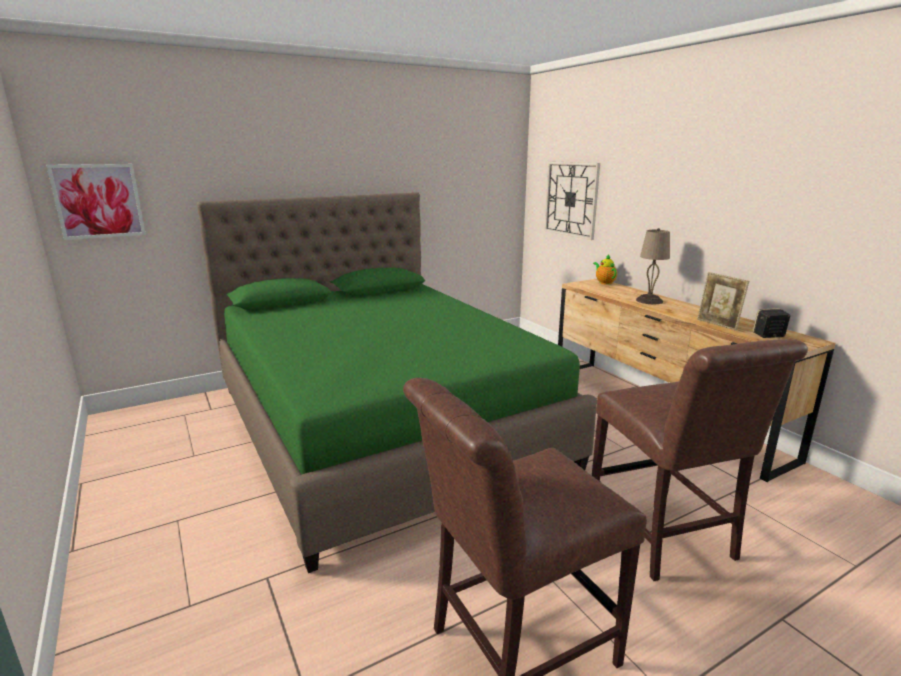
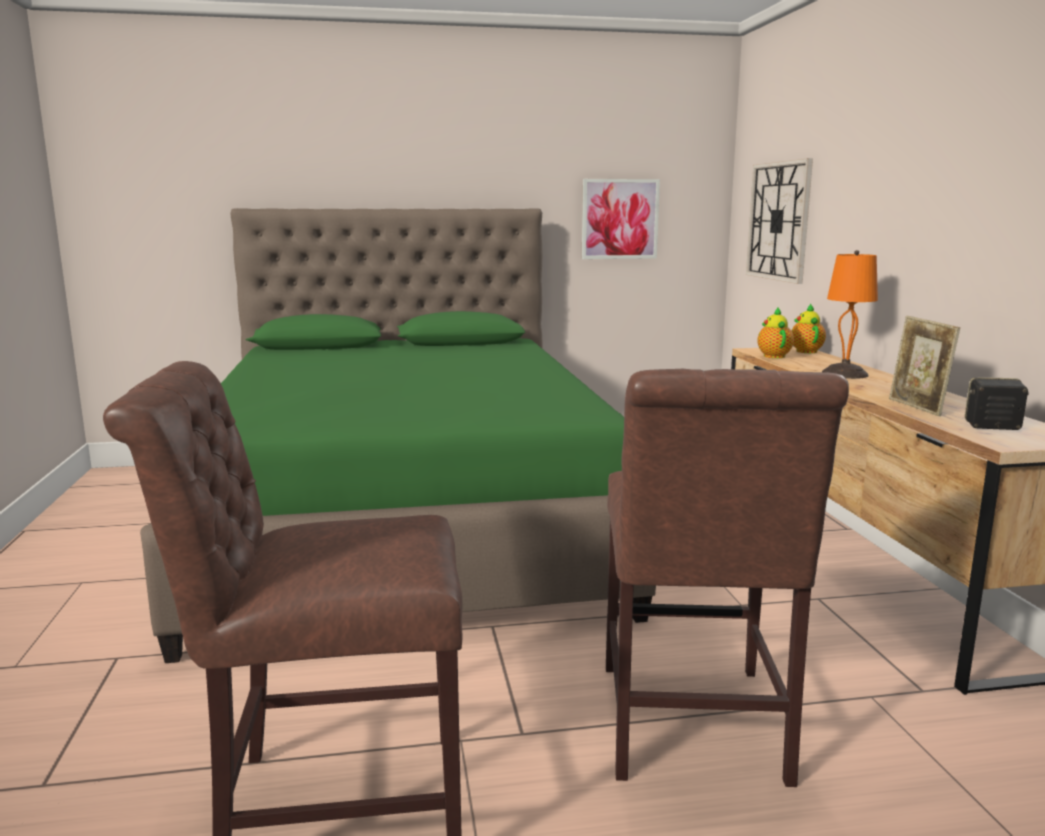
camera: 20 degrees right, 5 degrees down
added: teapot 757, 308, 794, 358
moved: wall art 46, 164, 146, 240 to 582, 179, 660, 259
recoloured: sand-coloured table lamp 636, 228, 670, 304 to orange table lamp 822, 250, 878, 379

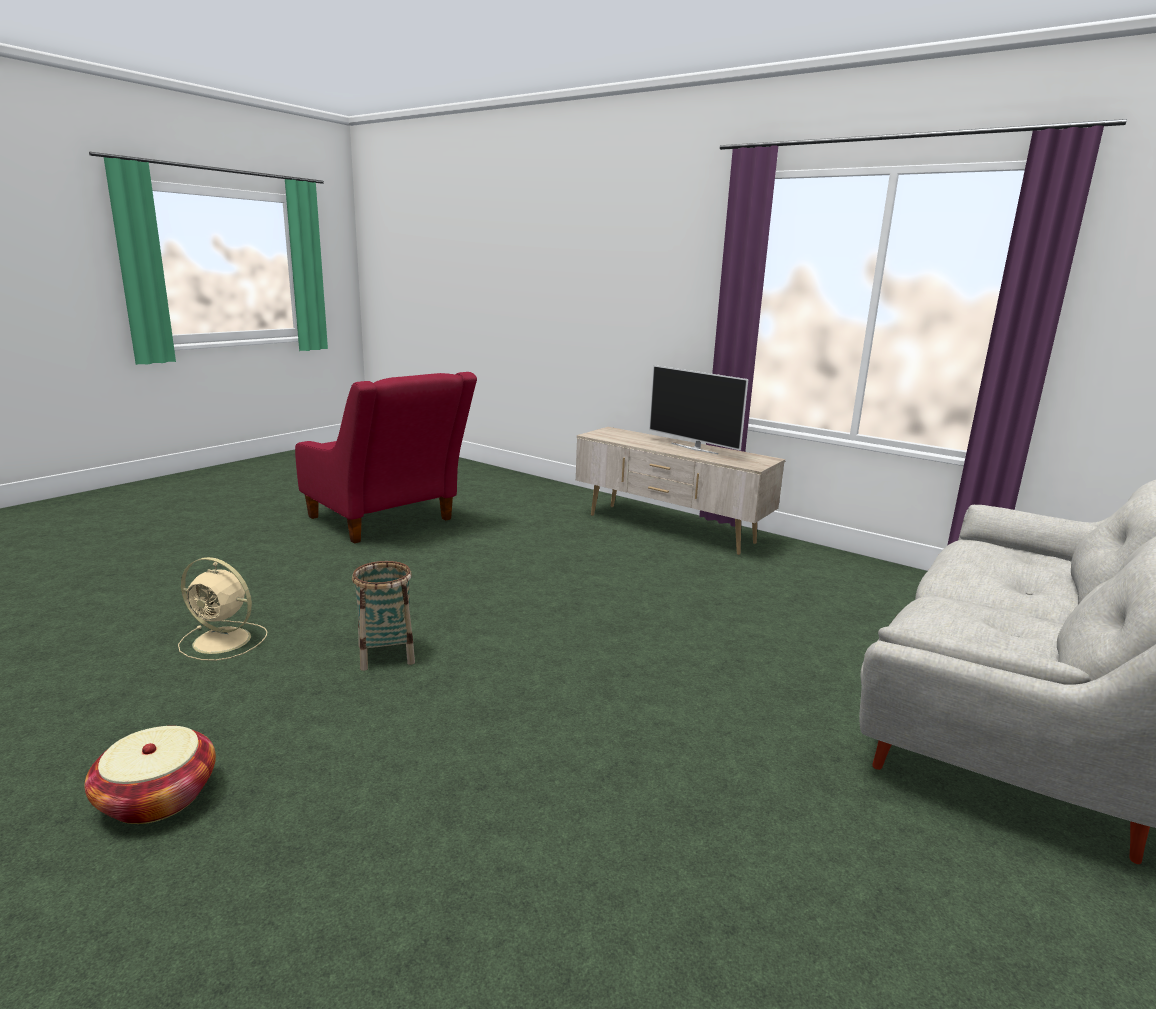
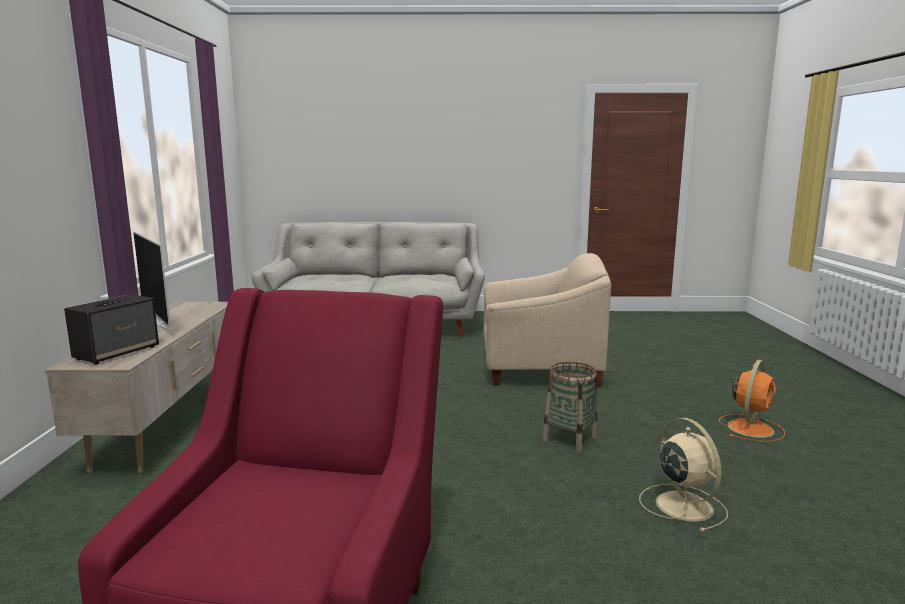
camera: 125 degrees left, 5 degrees down
added: audio speaker 64, 294, 159, 364; sand-coloured armchair 483, 253, 611, 387
replaced: storage basket 84, 726, 216, 824 to orange cooling fan 719, 360, 785, 442
turned: television 649, 365, 748, 454 = 133, 232, 170, 330 135 degrees clockwise

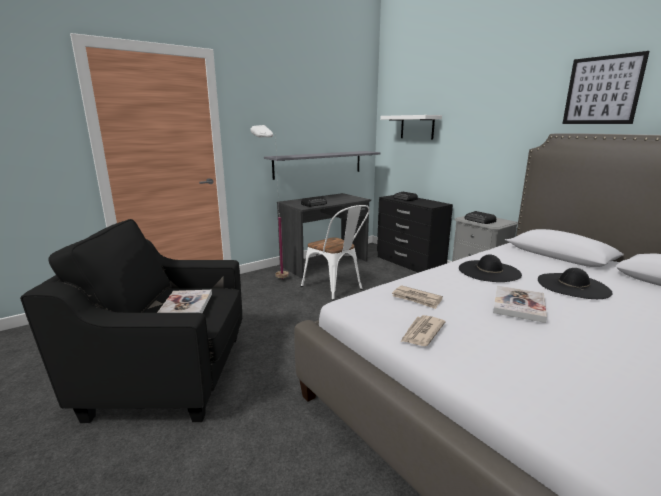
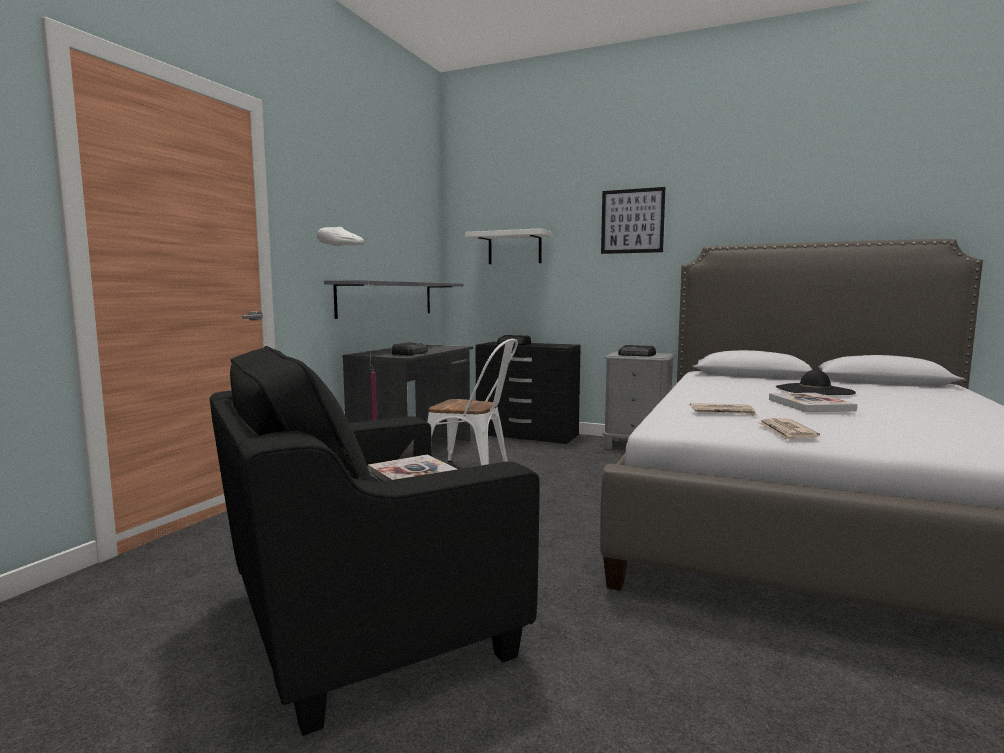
camera: 30 degrees left, 10 degrees down
removed: black hat 459, 254, 522, 282
moved: wall art 562, 51, 649, 124 to 601, 187, 665, 254

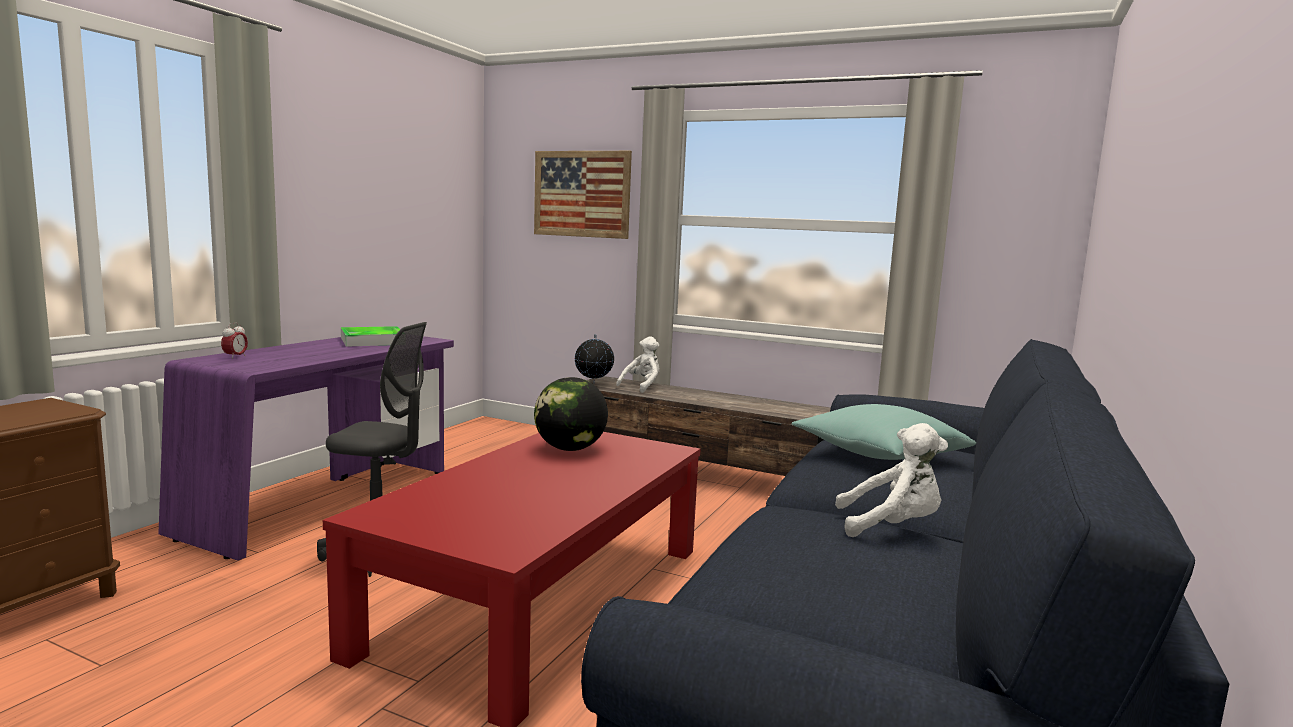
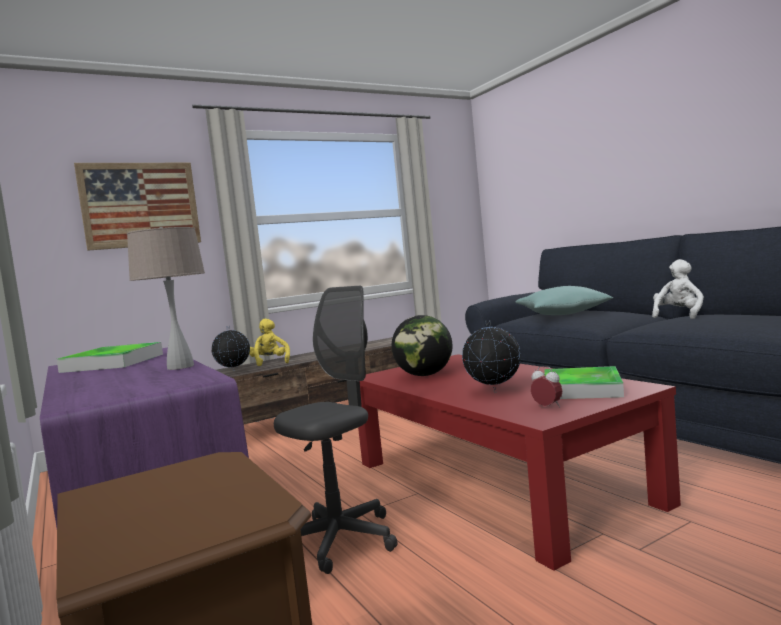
camera: 55 degrees left, 5 degrees down
added: sand-coloured table lamp 127, 227, 205, 370; globe 462, 320, 521, 391; carrying tray 544, 366, 624, 399
moved: bedside clock 221, 323, 248, 359 to 531, 366, 562, 407
recoloured: whitish cuddly toy 616, 336, 660, 393 to yellow cuddly toy 249, 318, 290, 366

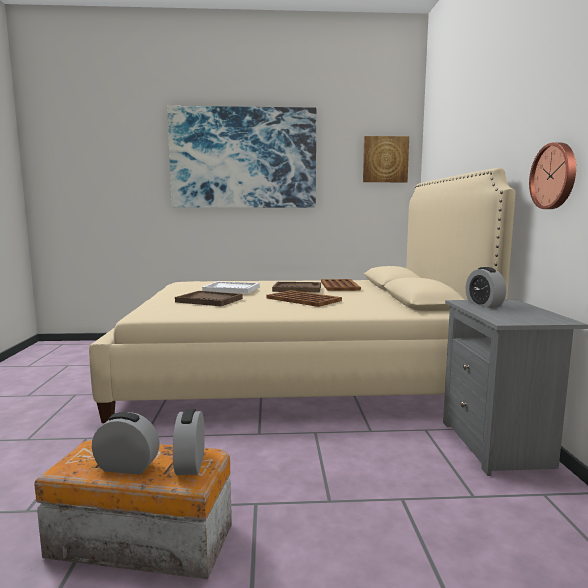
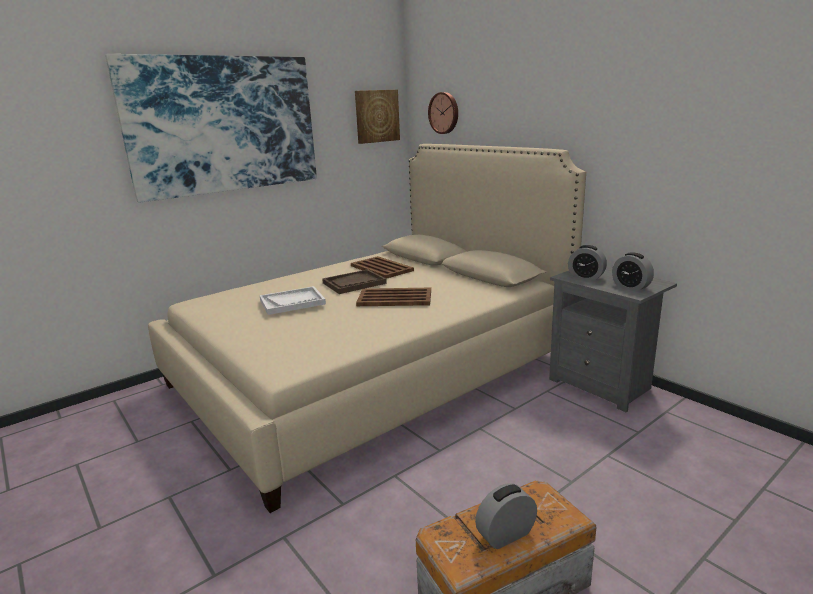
camera: 35 degrees left, 10 degrees up
removed: brown-coloured carrying tray 175, 291, 243, 306
moved: bedside clock 173, 409, 205, 475 to 612, 252, 654, 291; clock on the wall 529, 142, 576, 209 to 428, 92, 458, 134

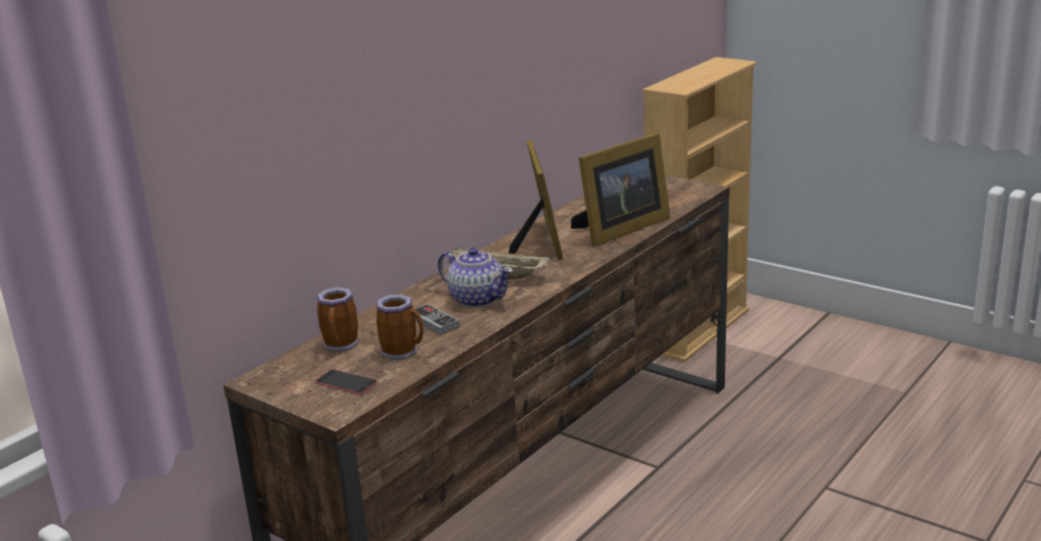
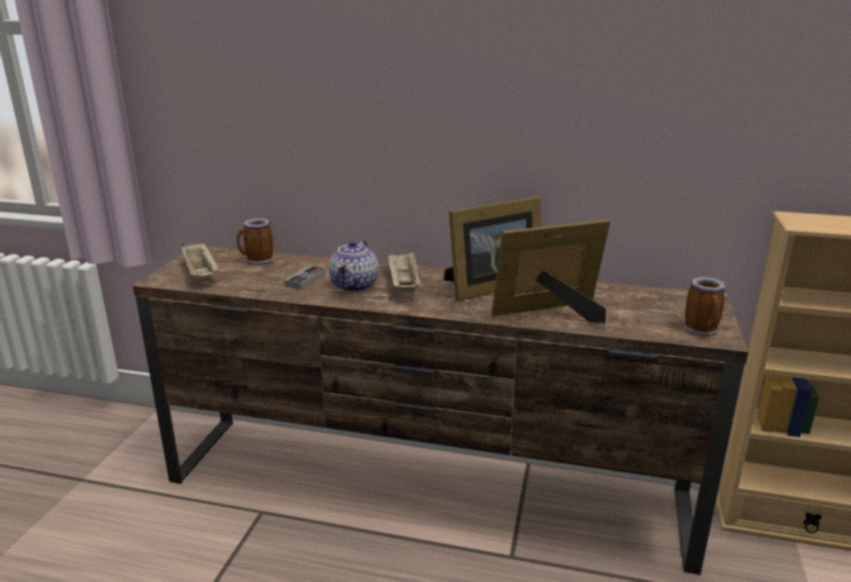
camera: 65 degrees right, 0 degrees up
moved: mug 376, 294, 423, 360 to 684, 277, 725, 336
replaced: phone 315, 369, 377, 395 to sand-coloured carrying tray 181, 242, 220, 276
turned: photo frame 571, 132, 670, 247 = 491, 220, 610, 323 135 degrees clockwise

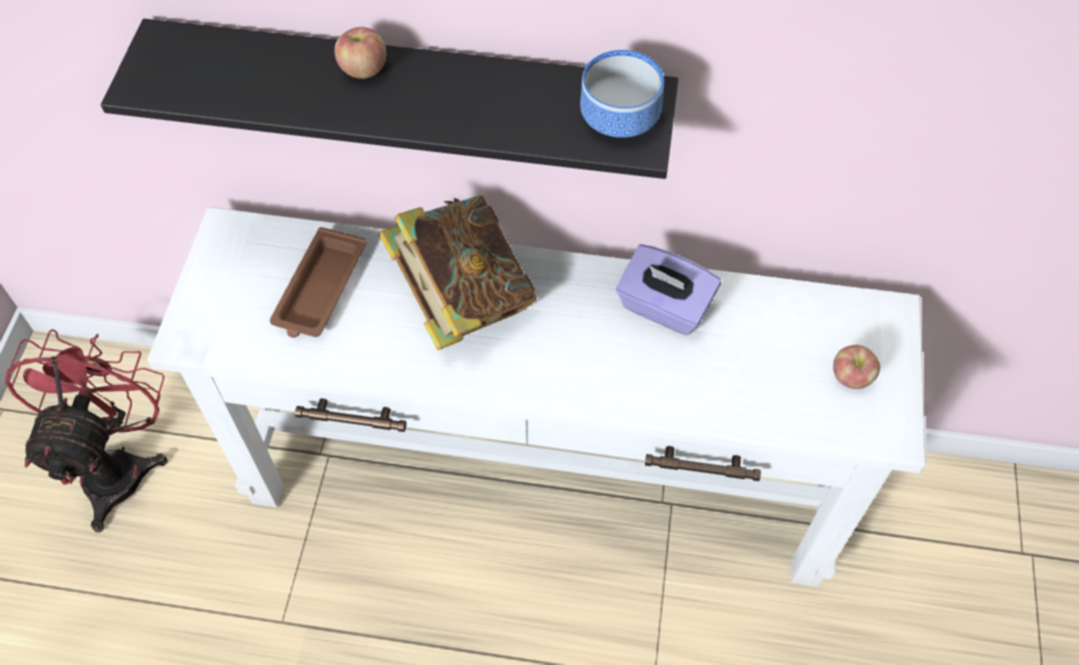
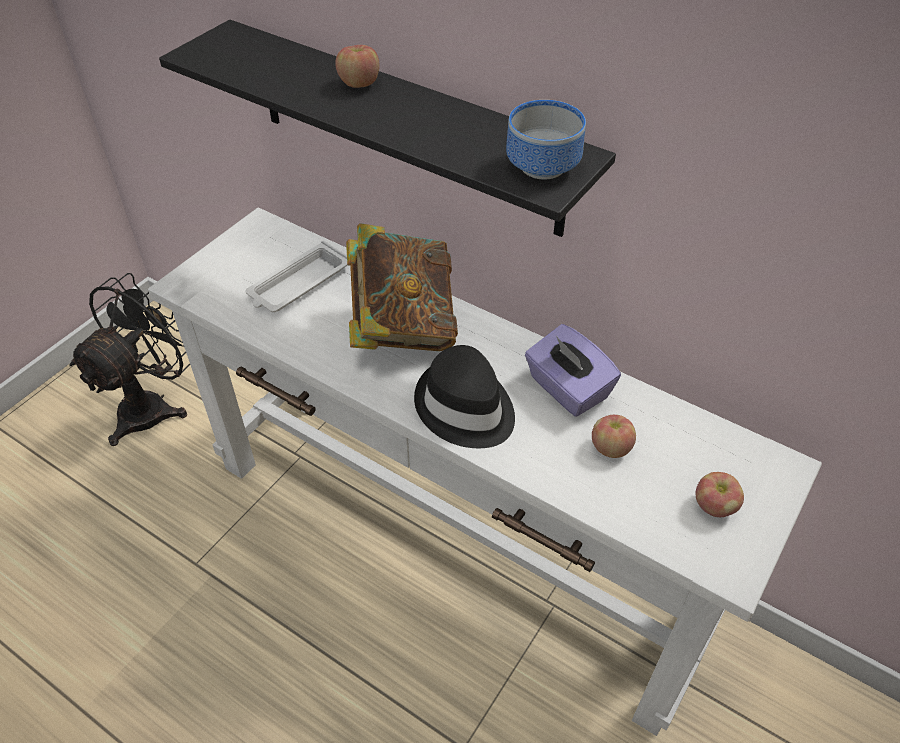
camera: 25 degrees right, 10 degrees down
added: black hat 414, 345, 515, 448; apple fruit 592, 415, 636, 458
recoloured: red-coloured cooling fan 5, 329, 168, 532 to black cooling fan 69, 273, 190, 446; brown-coloured carrying tray 270, 227, 366, 338 to whitish carrying tray 245, 241, 348, 312

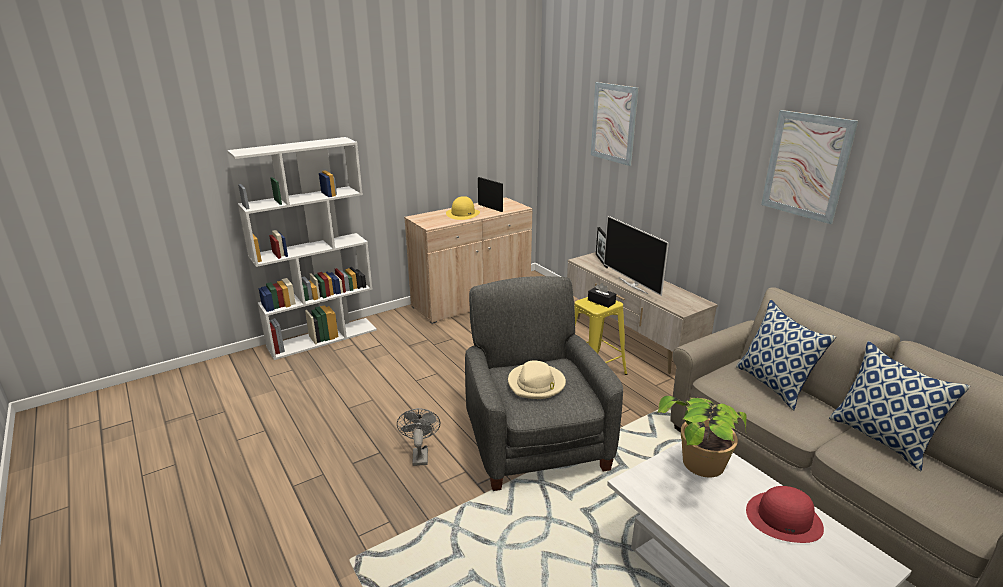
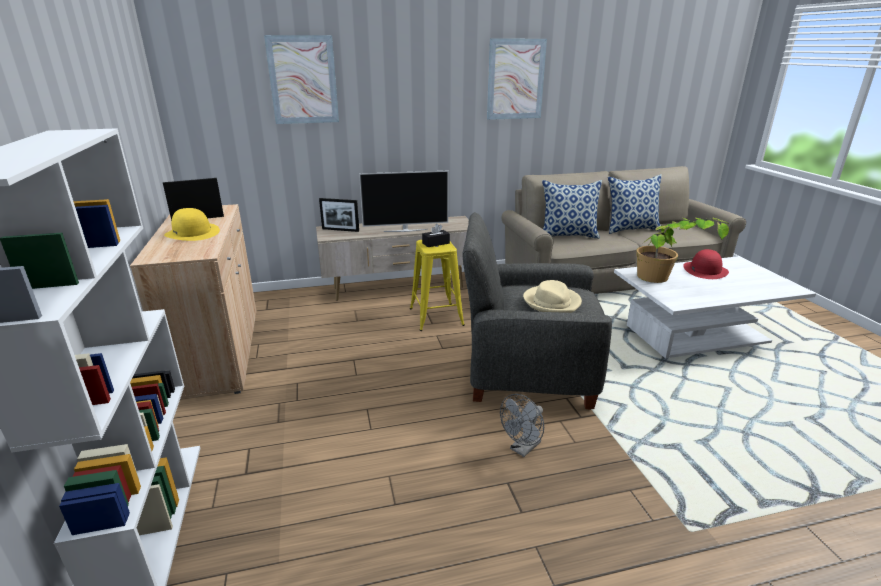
camera: 70 degrees left, 0 degrees up
turned: greyish cooling fan 397, 408, 440, 466 = 500, 394, 544, 457 60 degrees counterclockwise

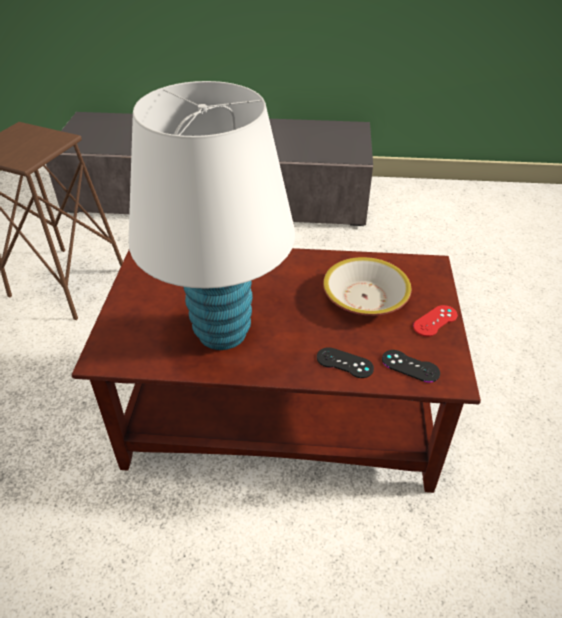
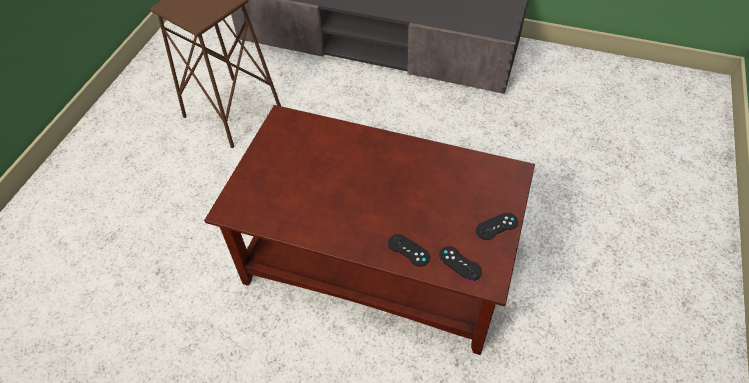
camera: 15 degrees right, 10 degrees up
removed: whitish table lamp 128, 81, 295, 350; deep dish 323, 257, 411, 316
recoloured: red-coloured gamepad 413, 305, 458, 337 to black gamepad 476, 213, 518, 240

